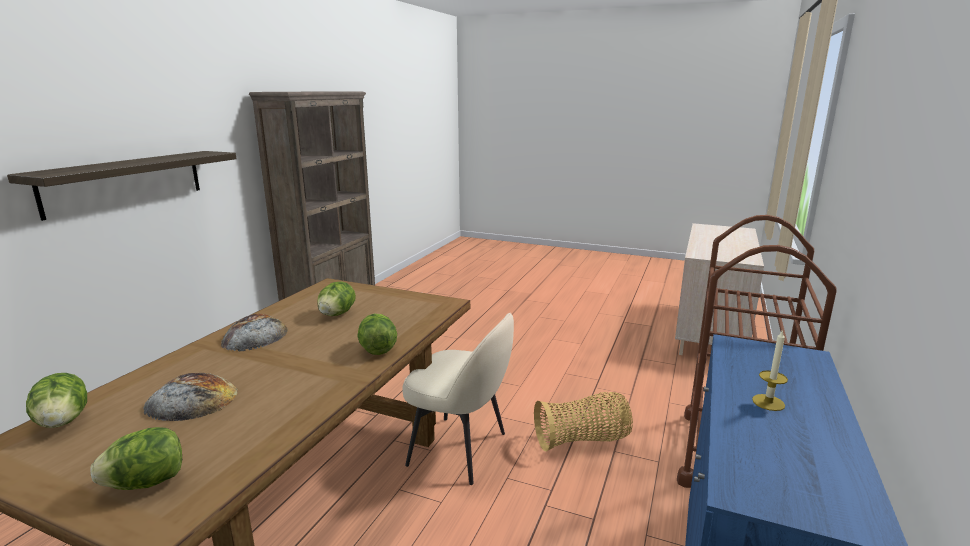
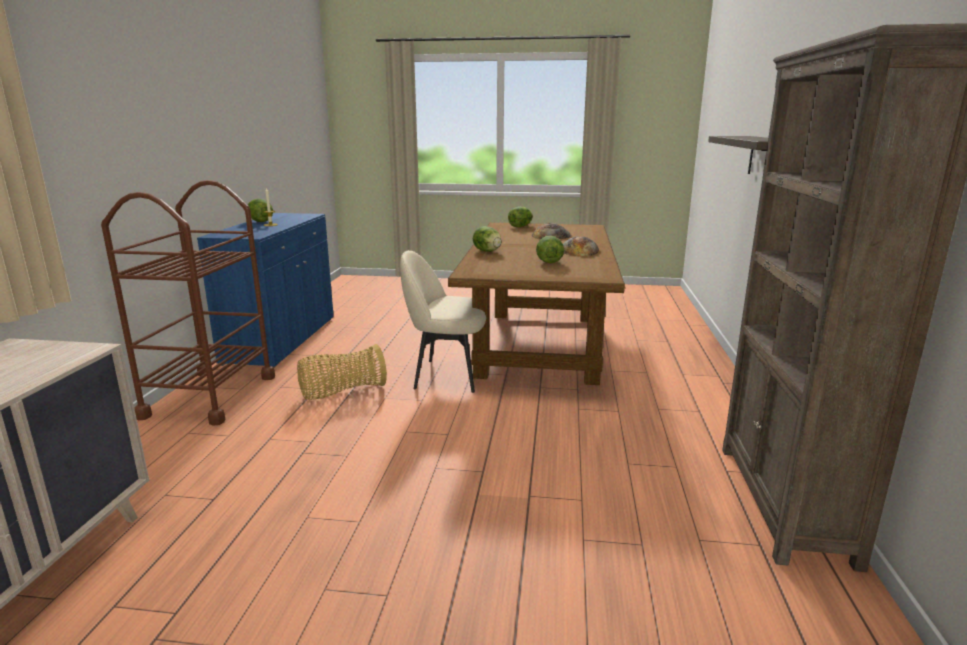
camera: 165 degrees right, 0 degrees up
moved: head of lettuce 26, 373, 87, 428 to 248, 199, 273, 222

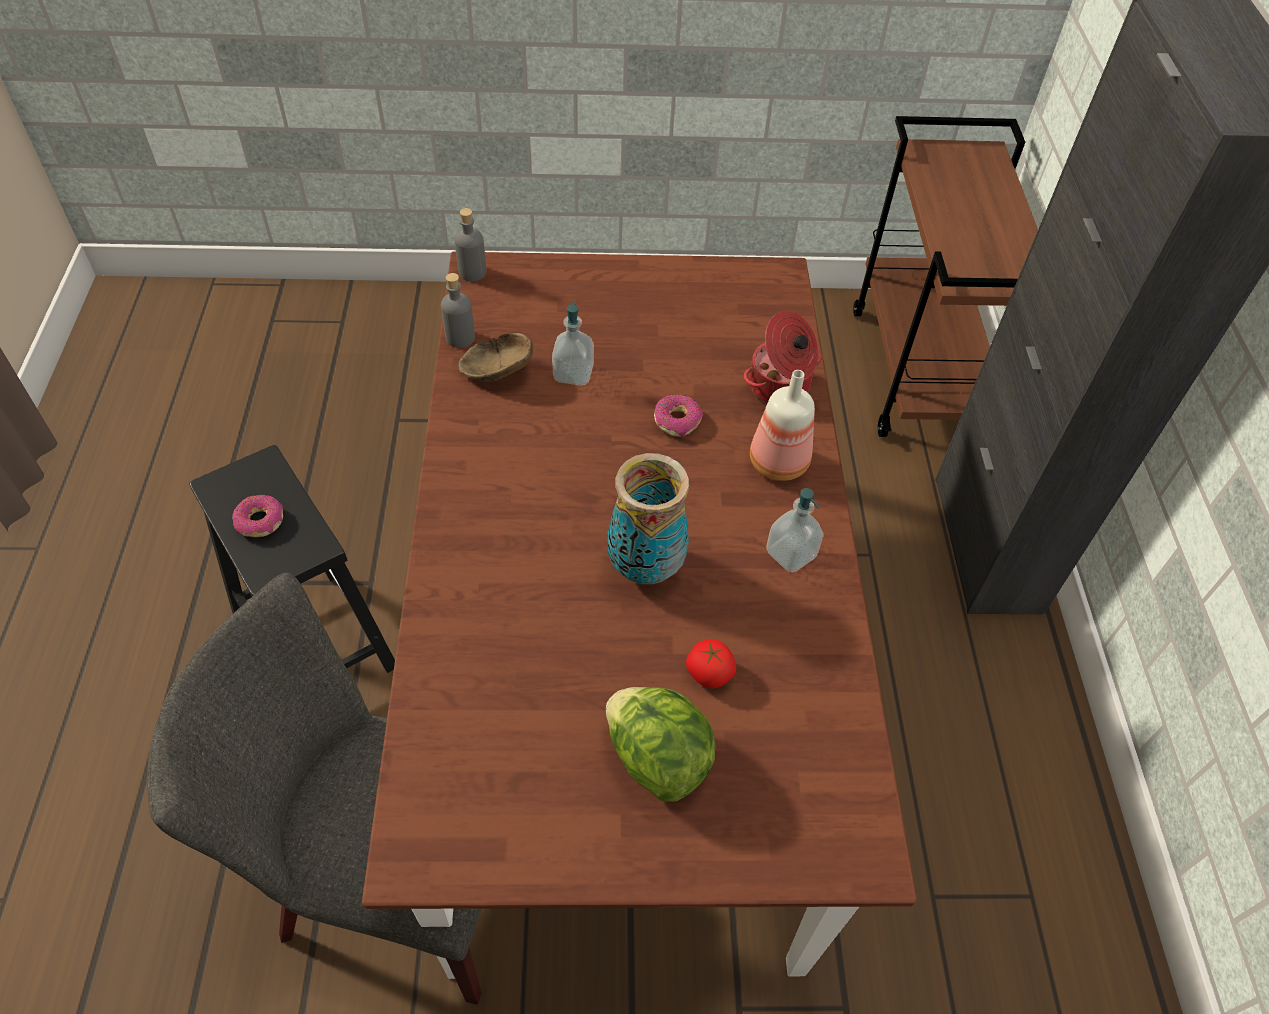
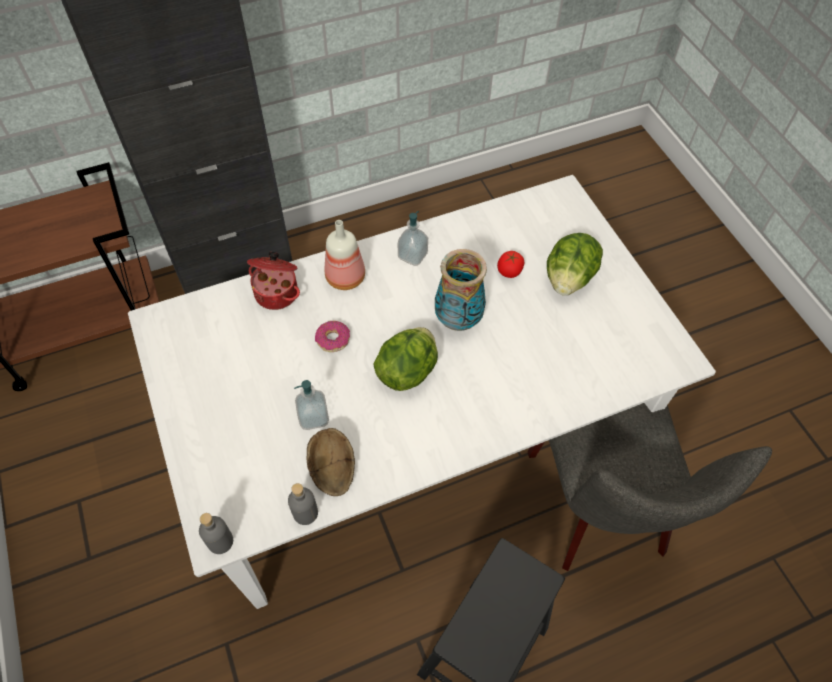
camera: 110 degrees left, 5 degrees up
removed: doughnut 232, 495, 283, 537
added: head of lettuce 373, 327, 438, 391
recoloured: brown-coloured kitchen table 362, 252, 917, 979 to whitish kitchen table 128, 175, 716, 609

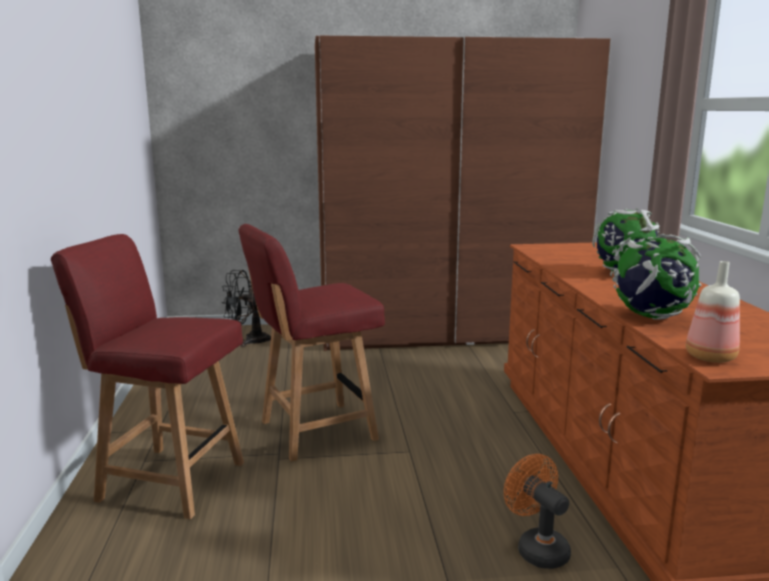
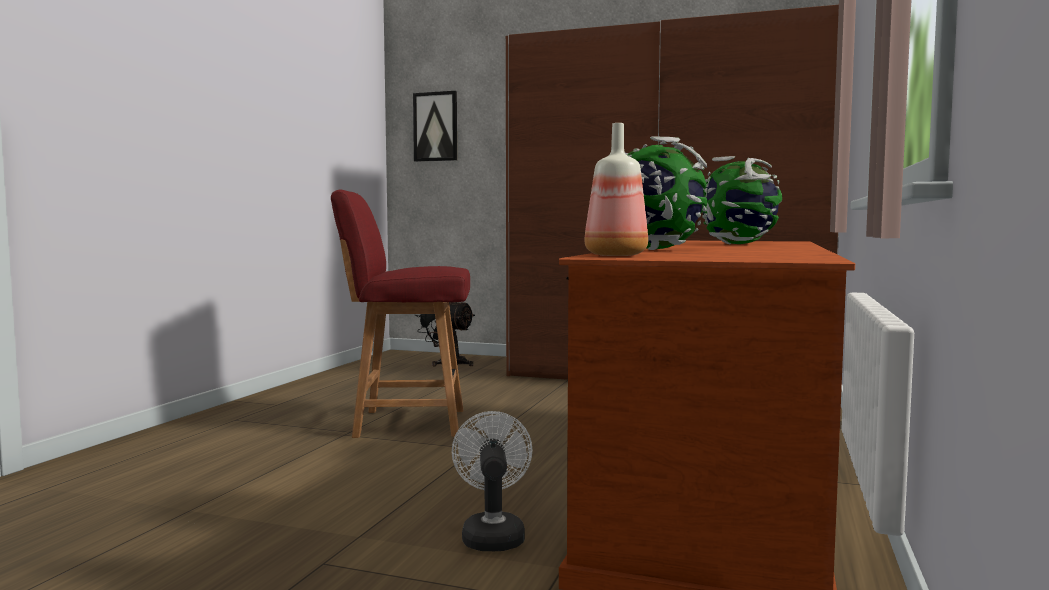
camera: 25 degrees right, 10 degrees down
removed: red-coloured upright chair 51, 234, 244, 519
added: wall art 413, 91, 457, 162
recoloured: orange cooling fan 504, 454, 571, 569 to whitish cooling fan 452, 411, 533, 551

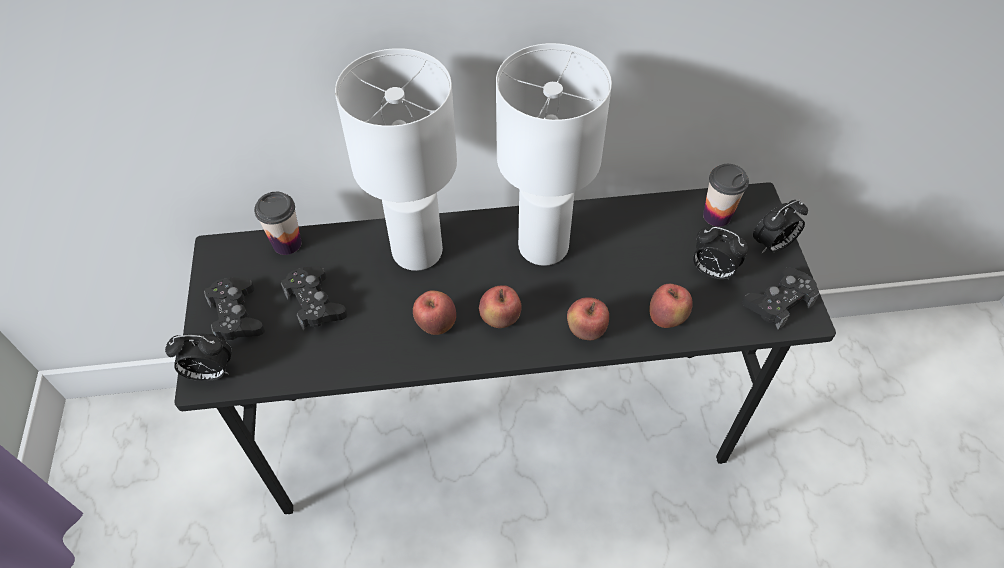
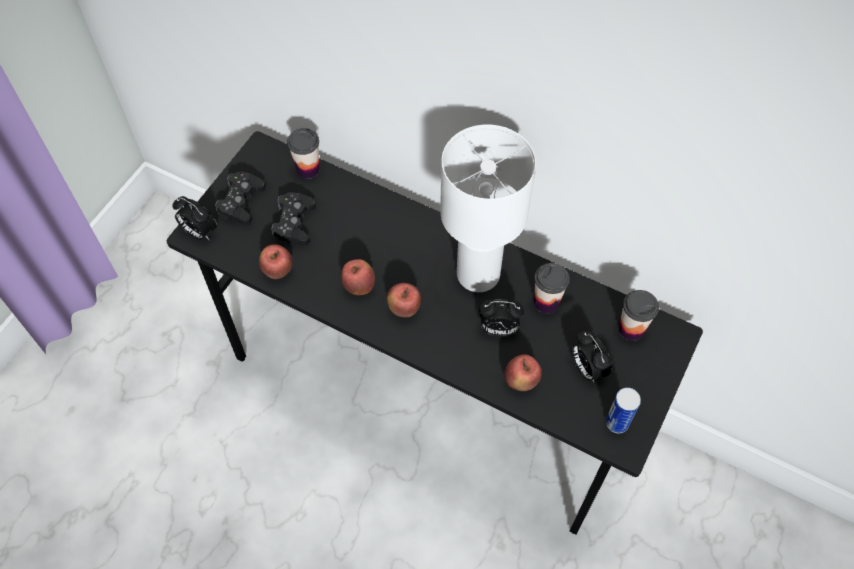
camera: 35 degrees right, 5 degrees up
removed: whitish table lamp 335, 48, 457, 271
added: cup 534, 263, 570, 314
moved: apple fruit 567, 297, 609, 340 to 259, 244, 293, 279; bedside clock 753, 200, 808, 253 to 479, 299, 524, 336
replaced: black gamepad 742, 268, 819, 330 to sealed can 606, 388, 641, 434

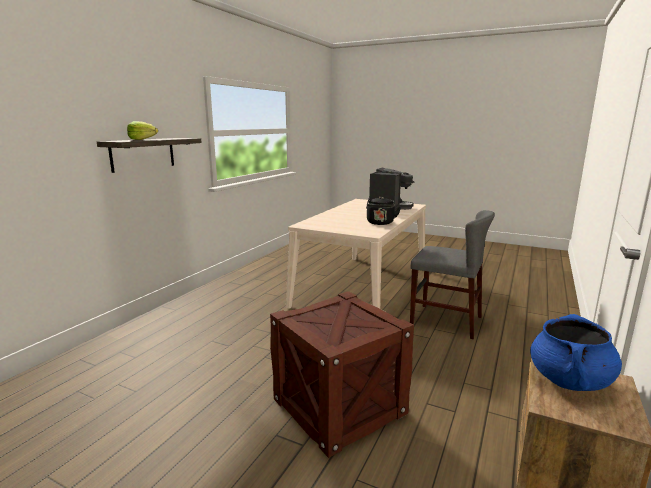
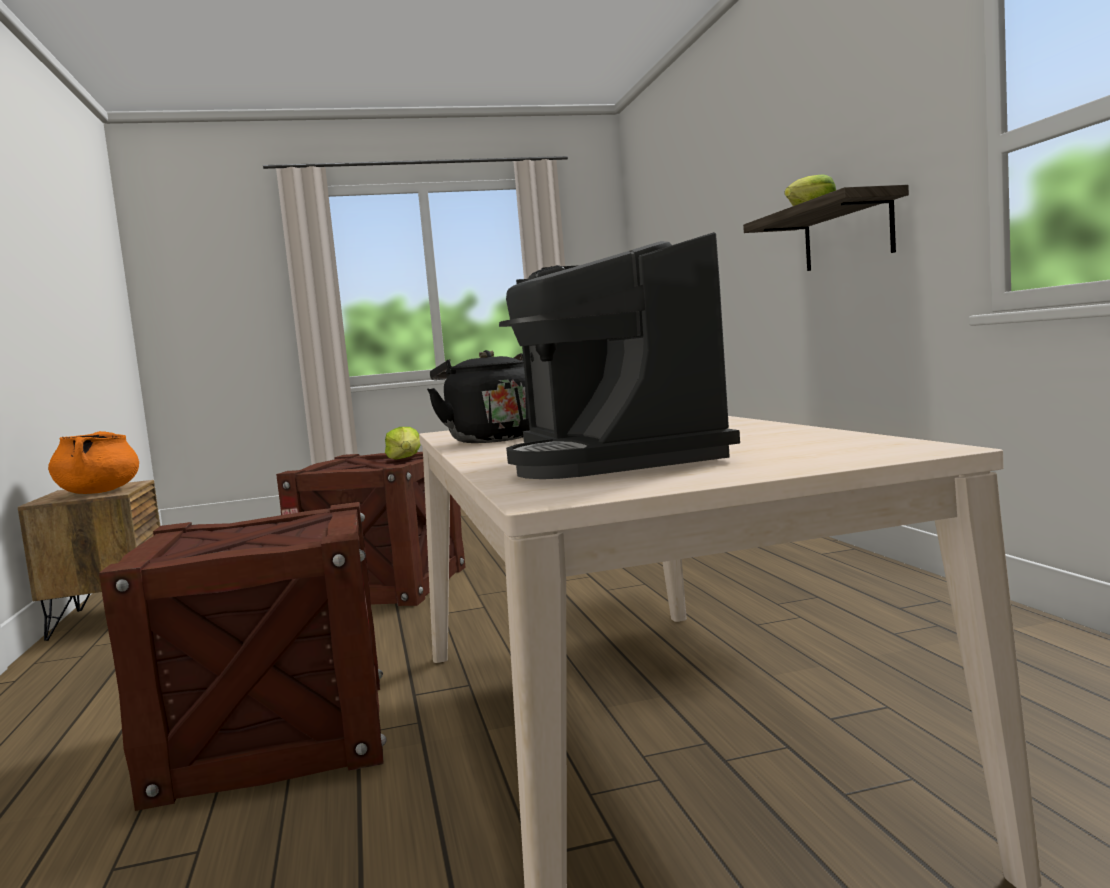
camera: 140 degrees right, 10 degrees down
added: head of lettuce 385, 427, 421, 460
replaced: greyish upright chair 410, 210, 495, 339 to crate 99, 502, 387, 811
recoloured: blue-coloured stockpot 530, 314, 622, 391 to orange stockpot 48, 431, 139, 494

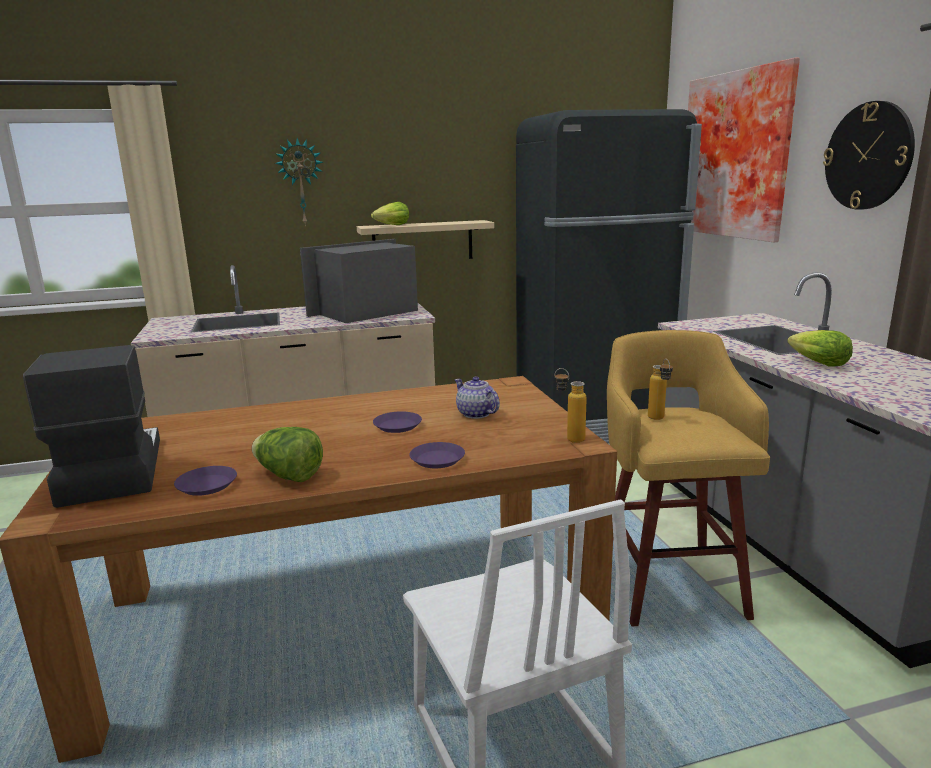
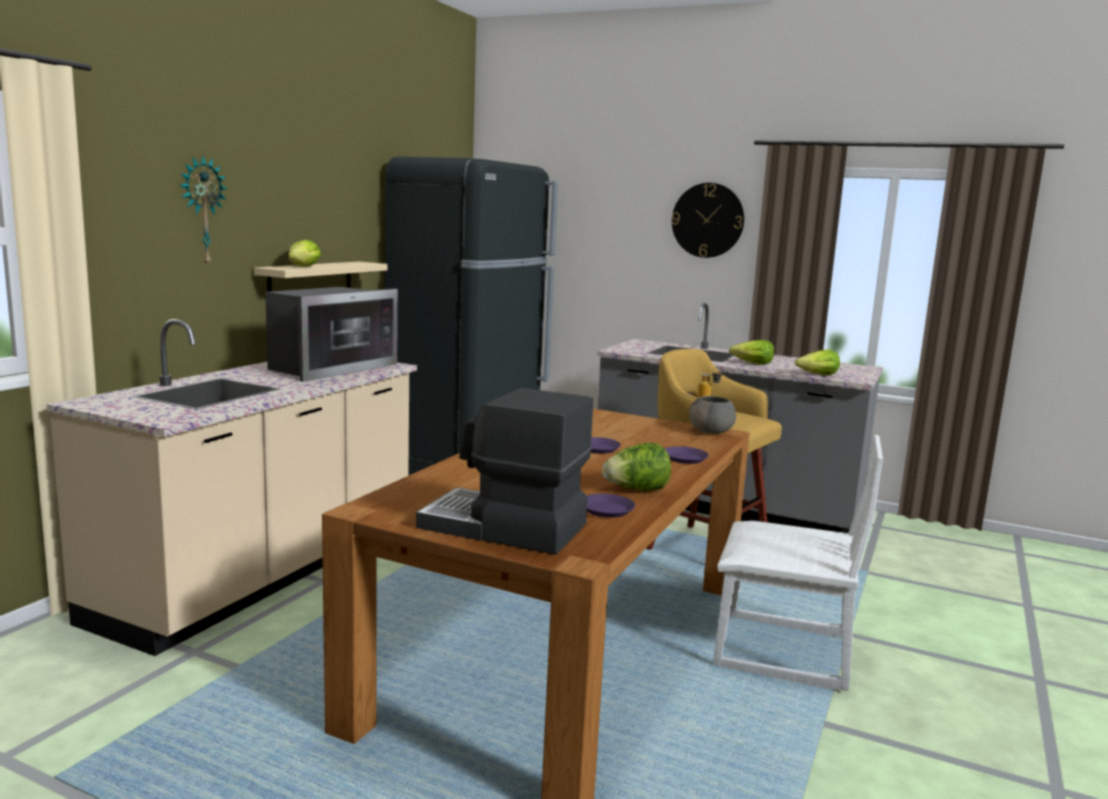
camera: 50 degrees left, 5 degrees down
removed: teapot 455, 377, 500, 419; wall art 688, 58, 800, 242
added: head of lettuce 795, 350, 840, 375
replaced: bottle 555, 368, 587, 443 to greyish deep dish 689, 396, 736, 434
turned: microwave 300, 239, 418, 323 = 265, 287, 398, 382 150 degrees counterclockwise

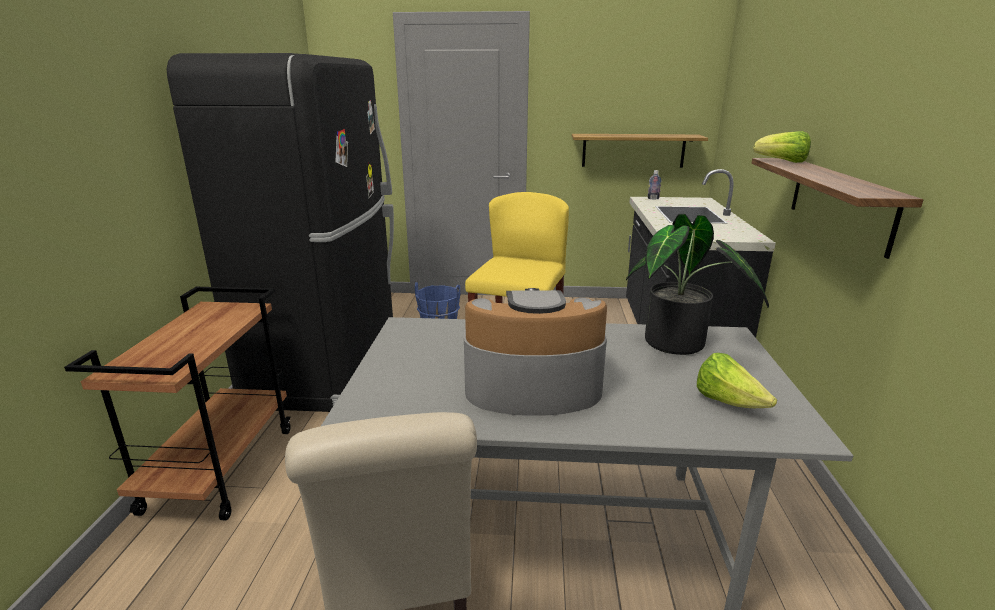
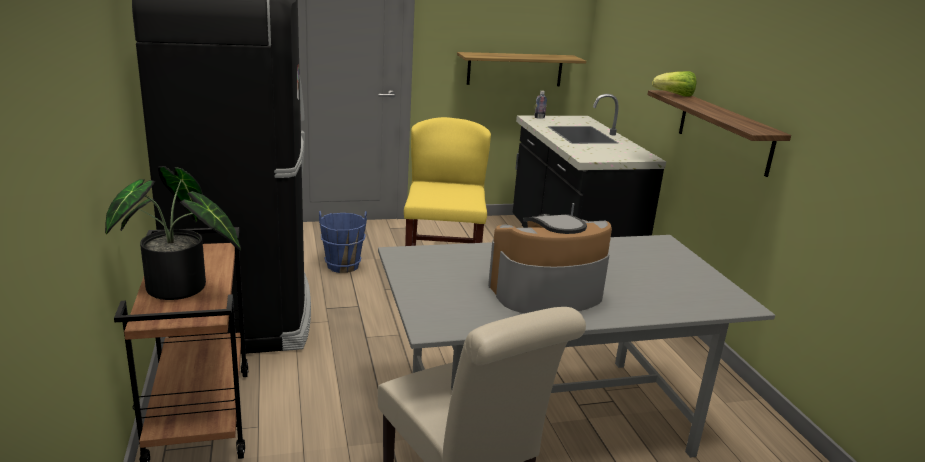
camera: 20 degrees left, 0 degrees up
removed: head of lettuce 697, 353, 777, 408
moved: potted plant 626, 214, 769, 355 to 105, 166, 241, 300

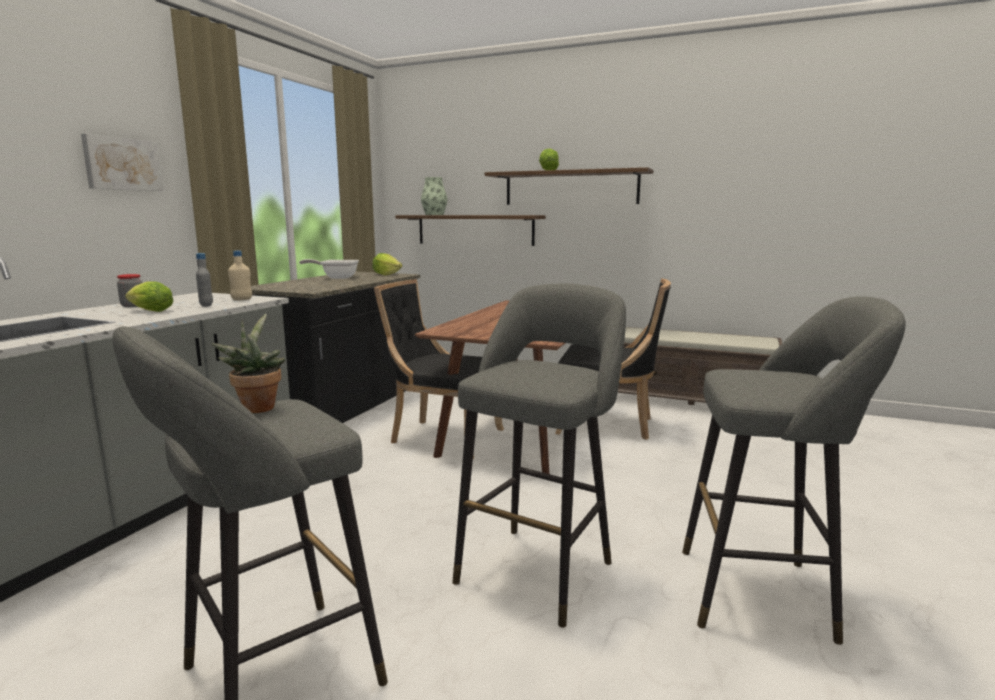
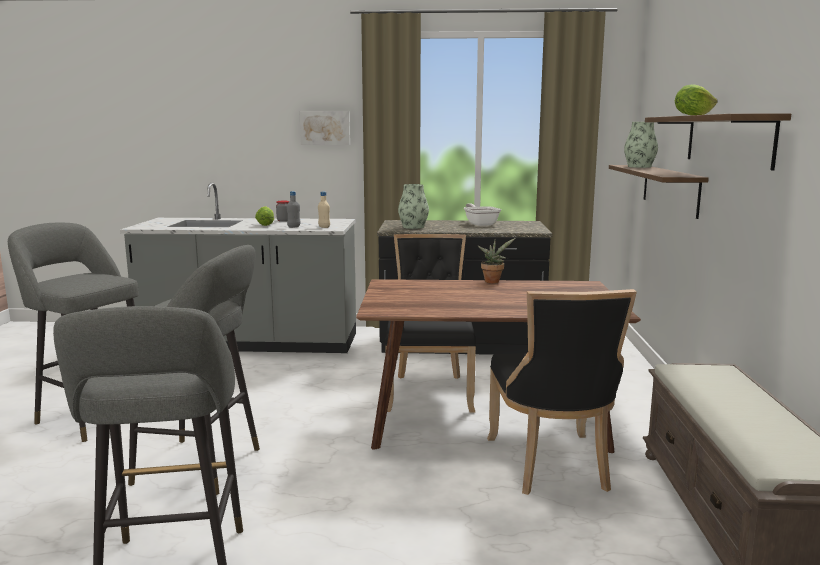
camera: 70 degrees right, 0 degrees up
removed: head of lettuce 372, 253, 402, 275
added: decorative vase 398, 184, 429, 229
moved: potted plant 211, 314, 285, 413 to 478, 238, 516, 283

